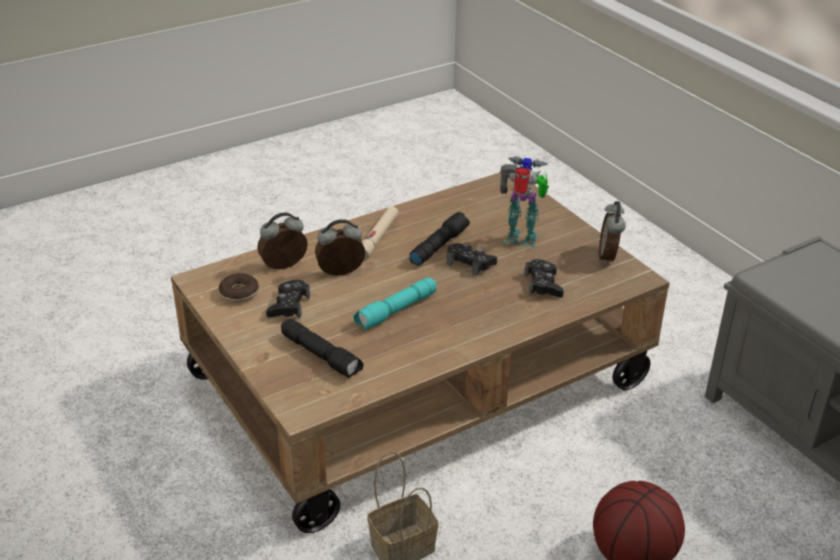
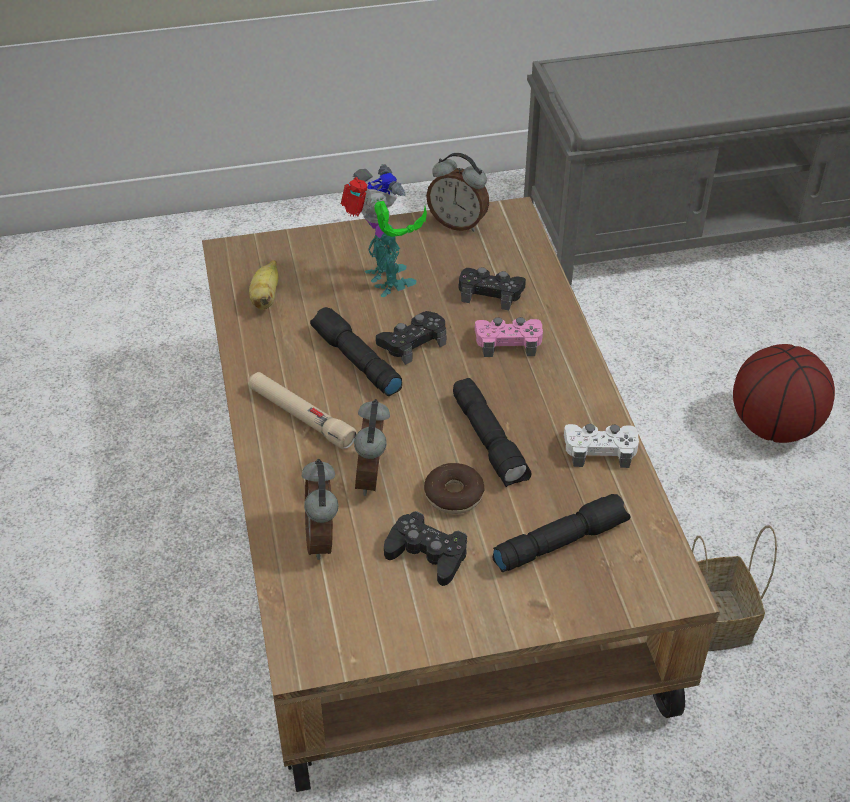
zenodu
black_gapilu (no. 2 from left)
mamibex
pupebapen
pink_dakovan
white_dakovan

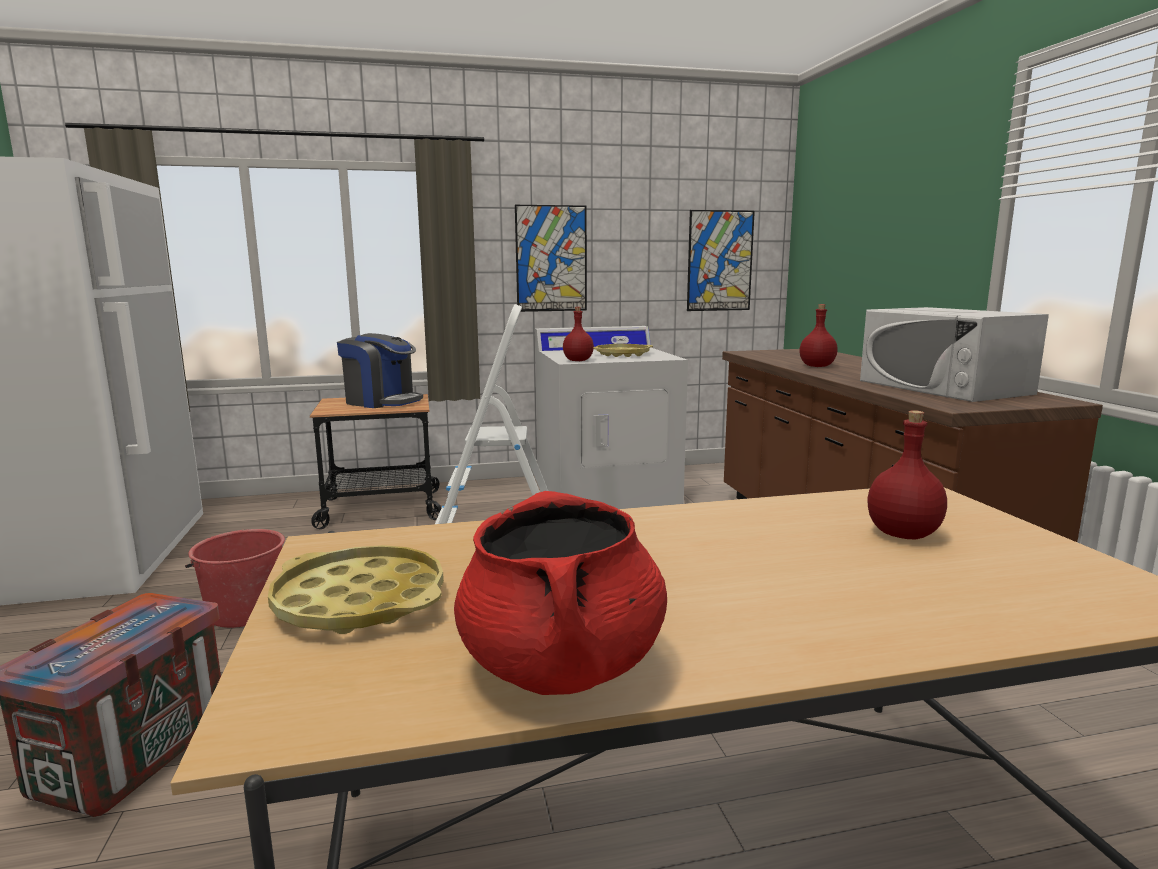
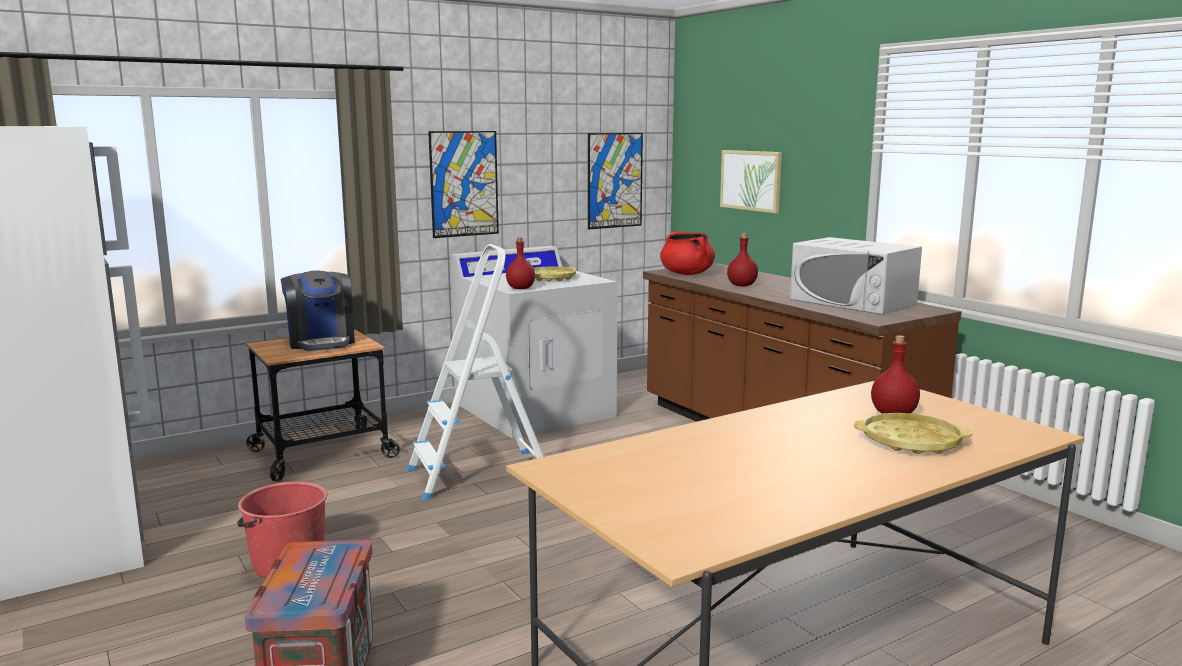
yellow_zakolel (no. 2 from left)
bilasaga
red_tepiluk
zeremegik (no. 3 from left)

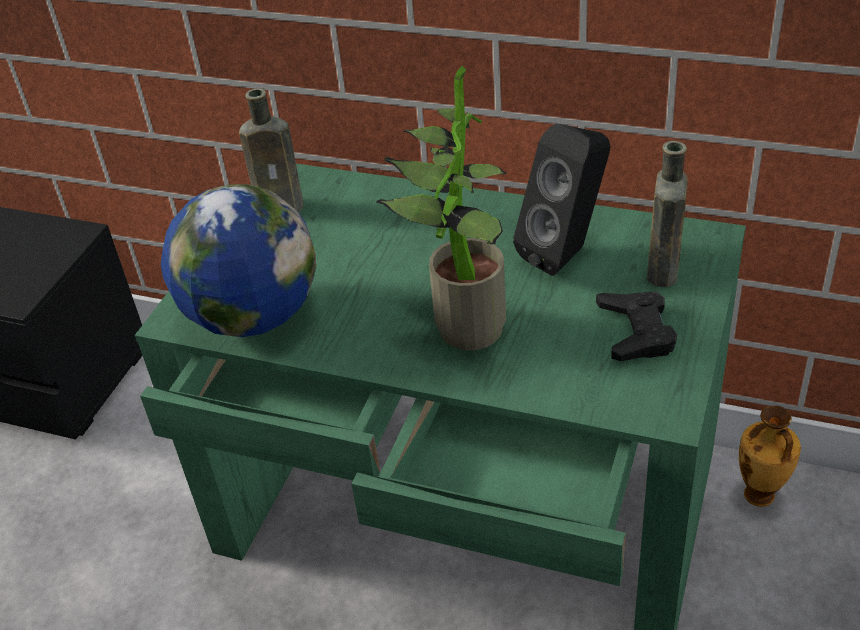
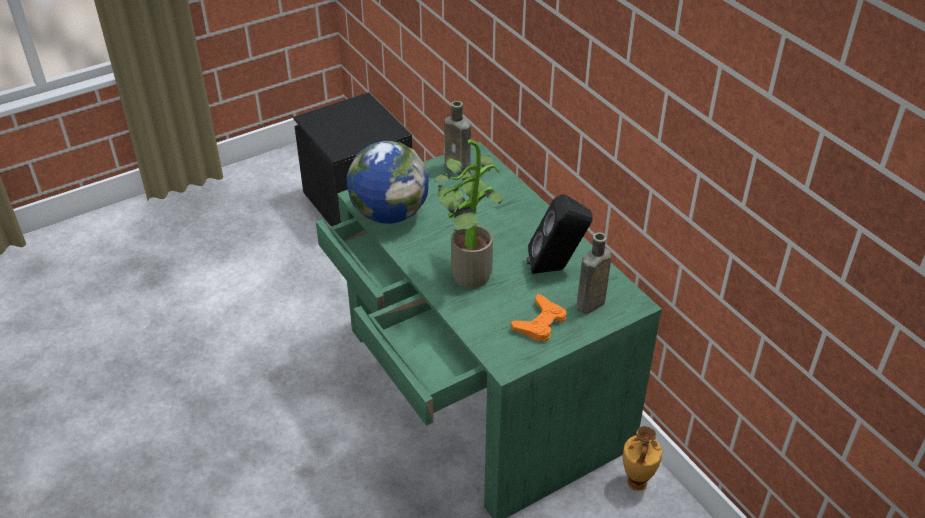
orange_dakovan

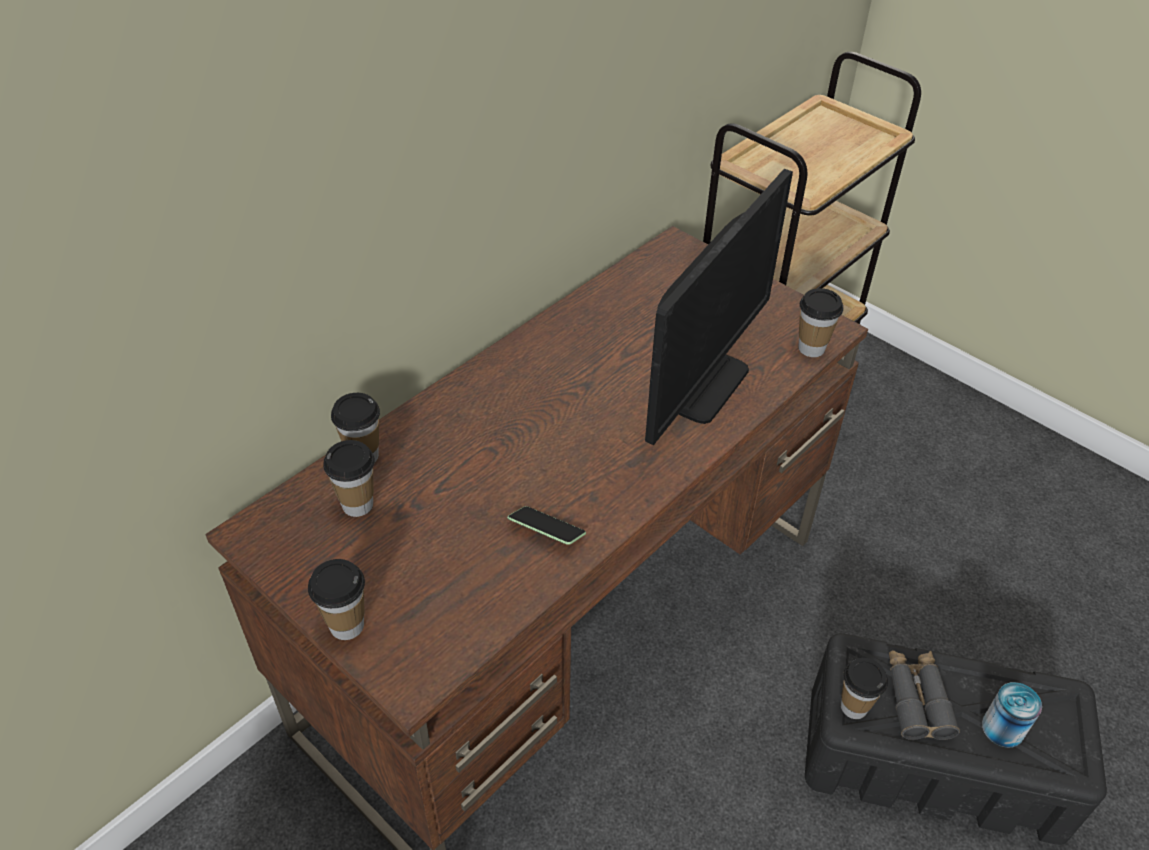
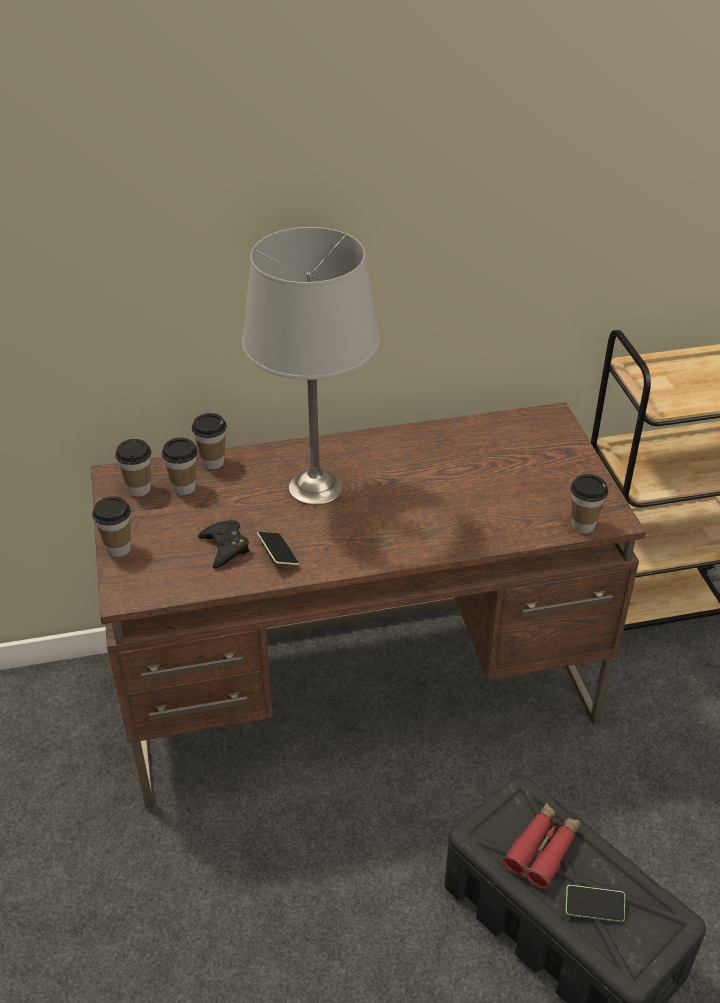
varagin
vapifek (no. 2 from left)
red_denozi
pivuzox (no. 2 from left)
black_dakovan
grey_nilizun

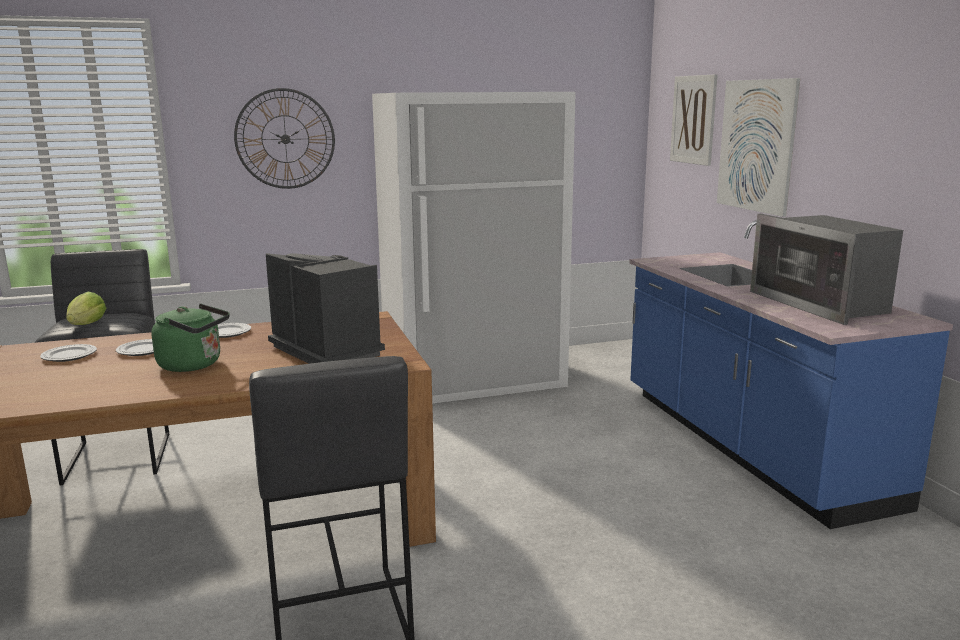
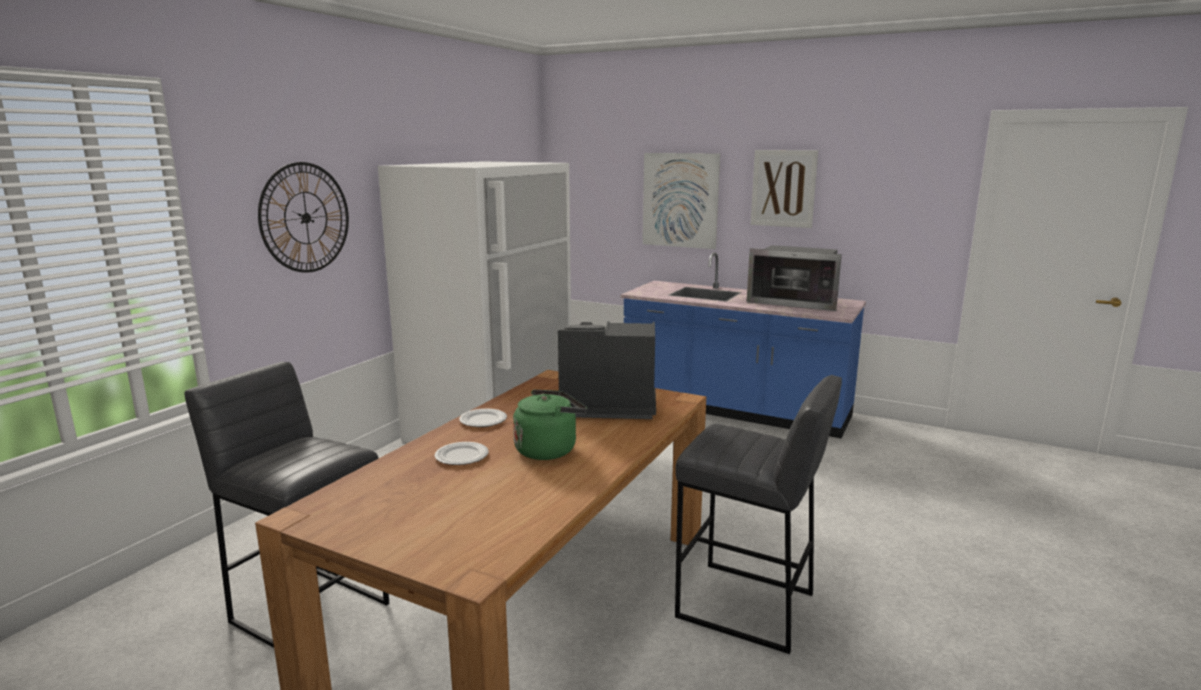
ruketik (no. 1 from left in the first image)
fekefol
zeremegik (no. 2 from left)

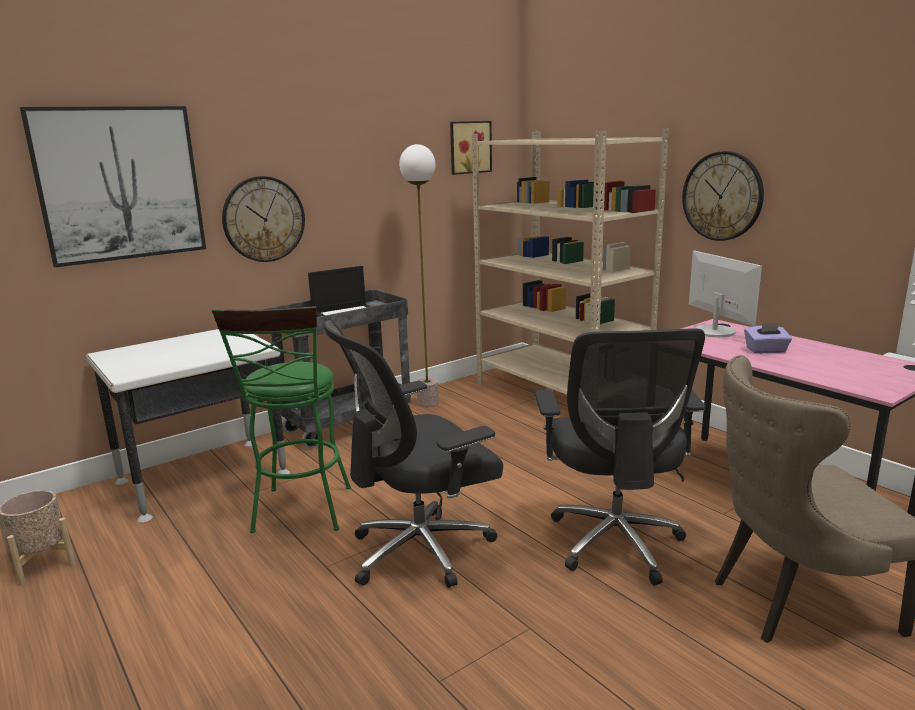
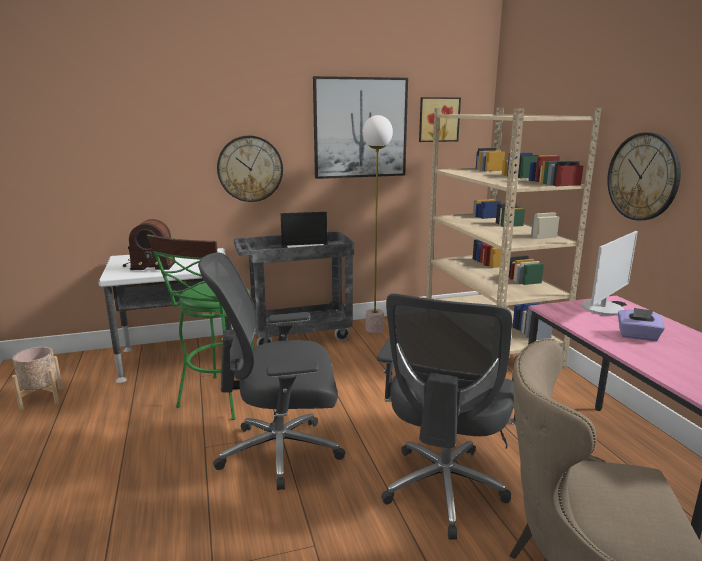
zeremegik (no. 1 from left)
varagin
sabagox

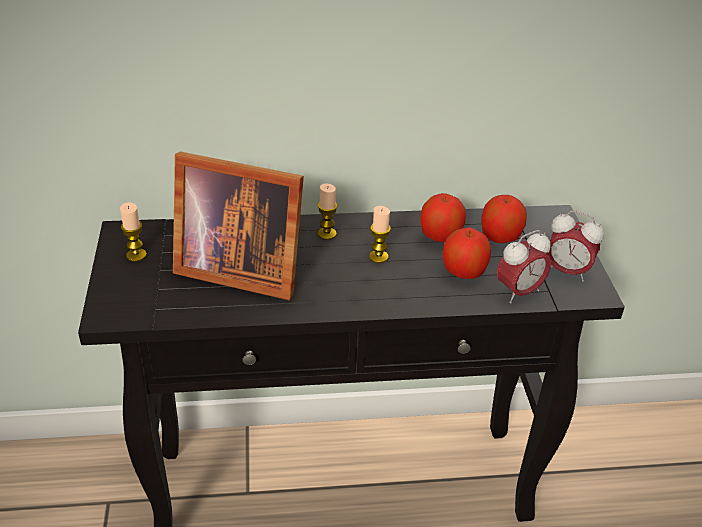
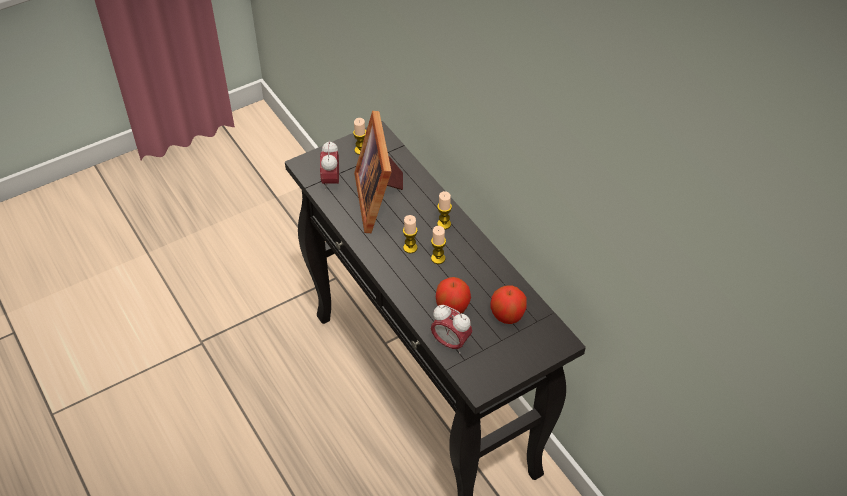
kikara (no. 1 from left in the first image)
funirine (no. 1 from left)
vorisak (no. 2 from left)

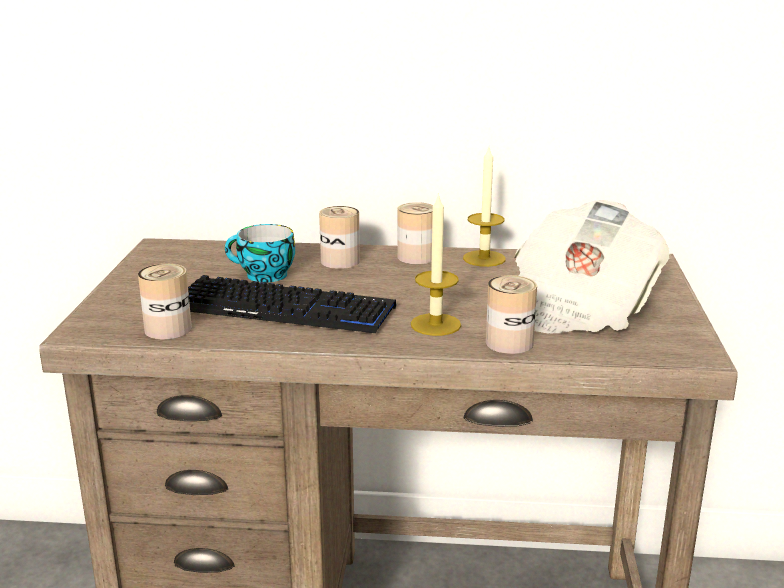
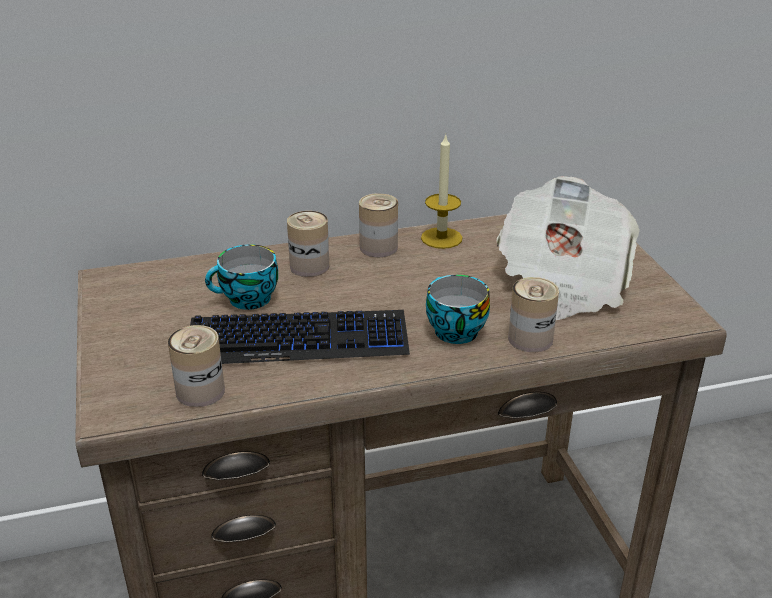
vapifek (no. 2 from left)

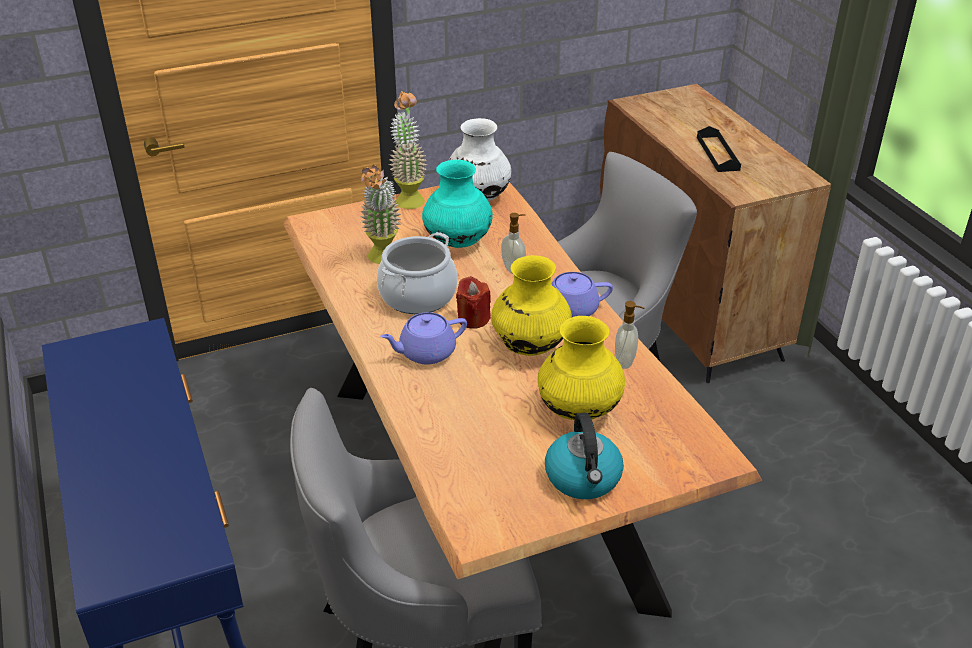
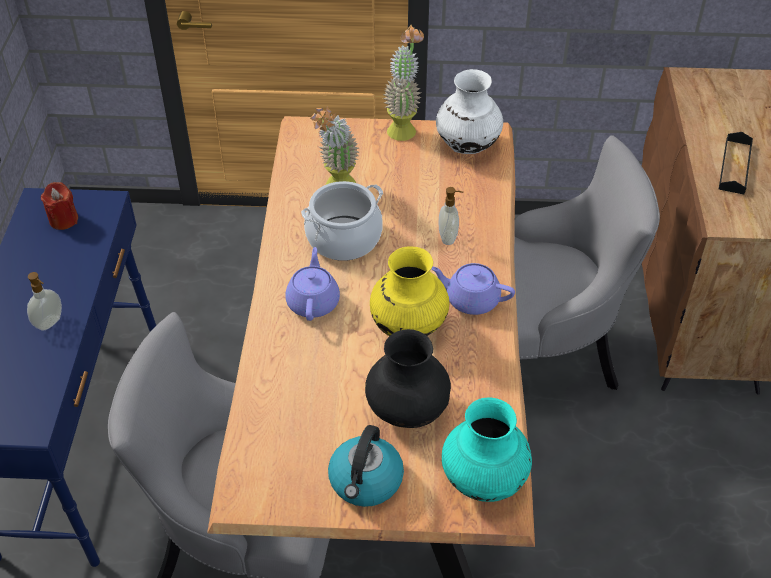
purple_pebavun (no. 1 from left)
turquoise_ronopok
red_vorisak
black_ronopok
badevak (no. 1 from left)

